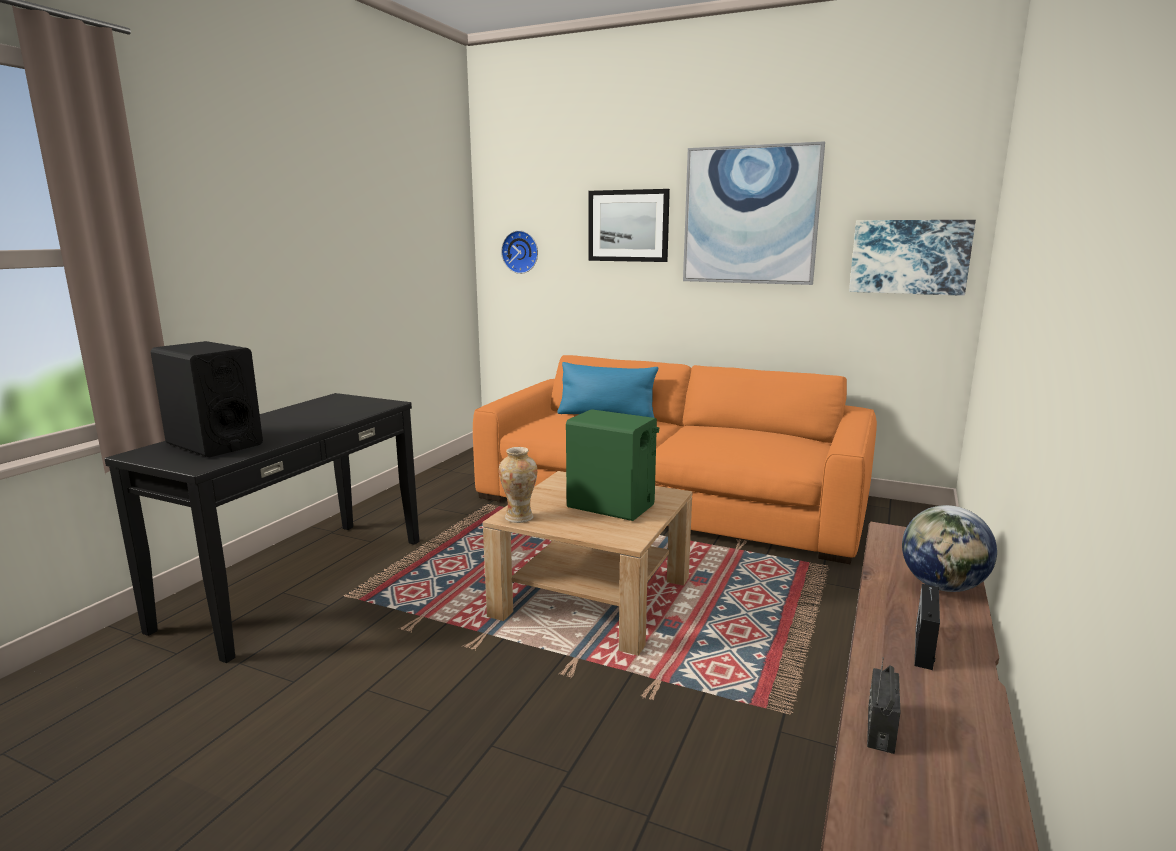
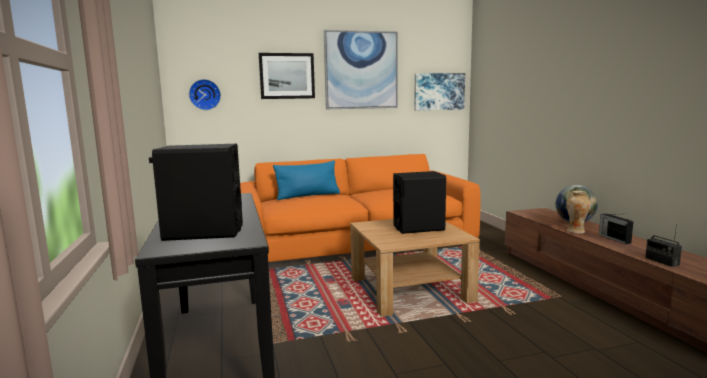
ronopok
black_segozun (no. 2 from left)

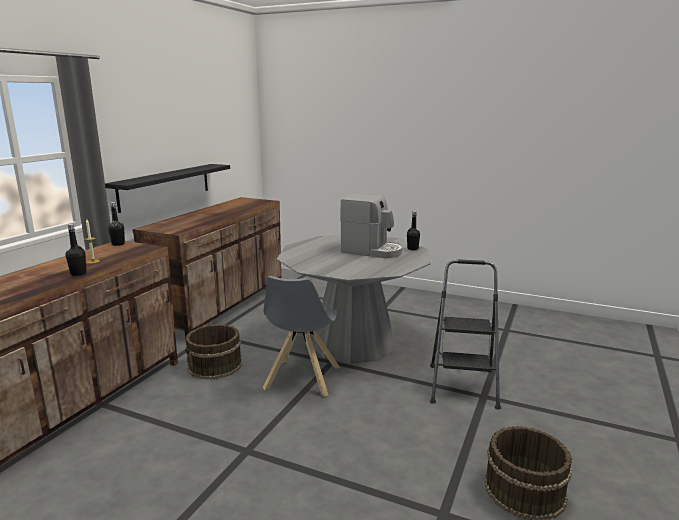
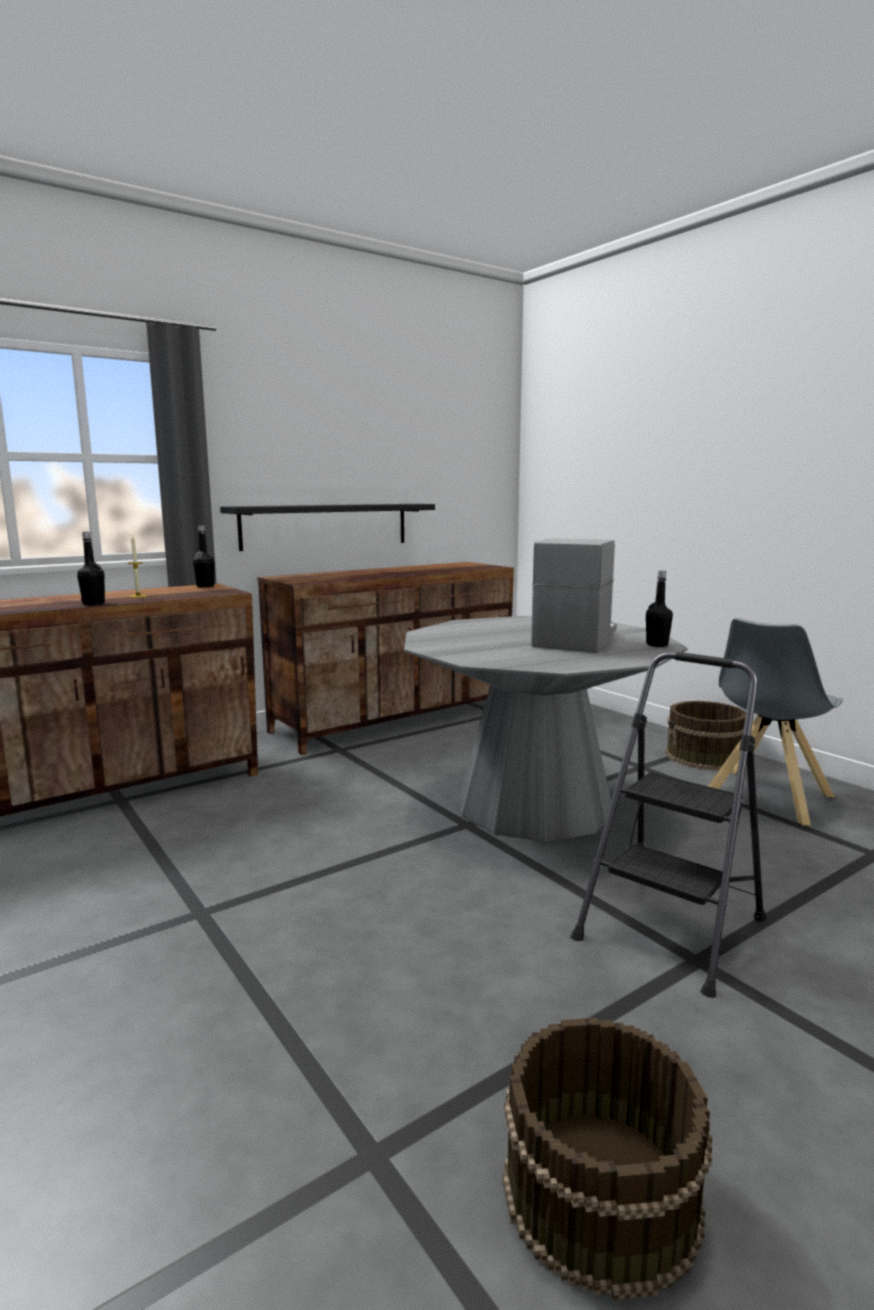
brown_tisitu (no. 2 from left)
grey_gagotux
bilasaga

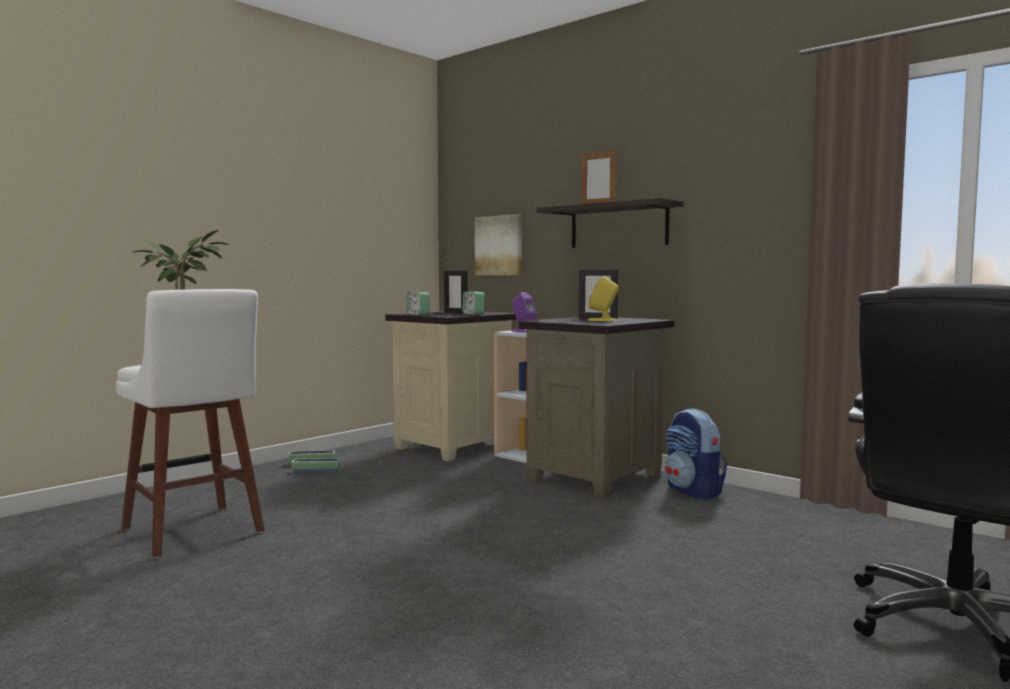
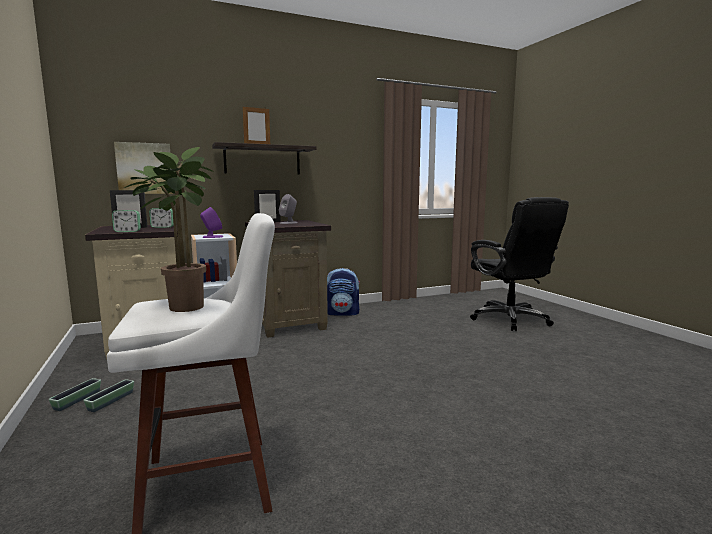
grey_segozun

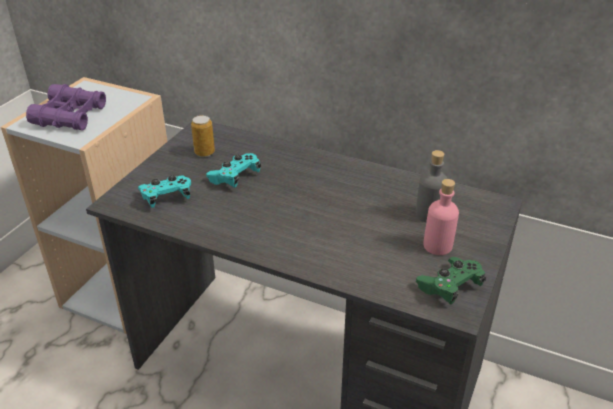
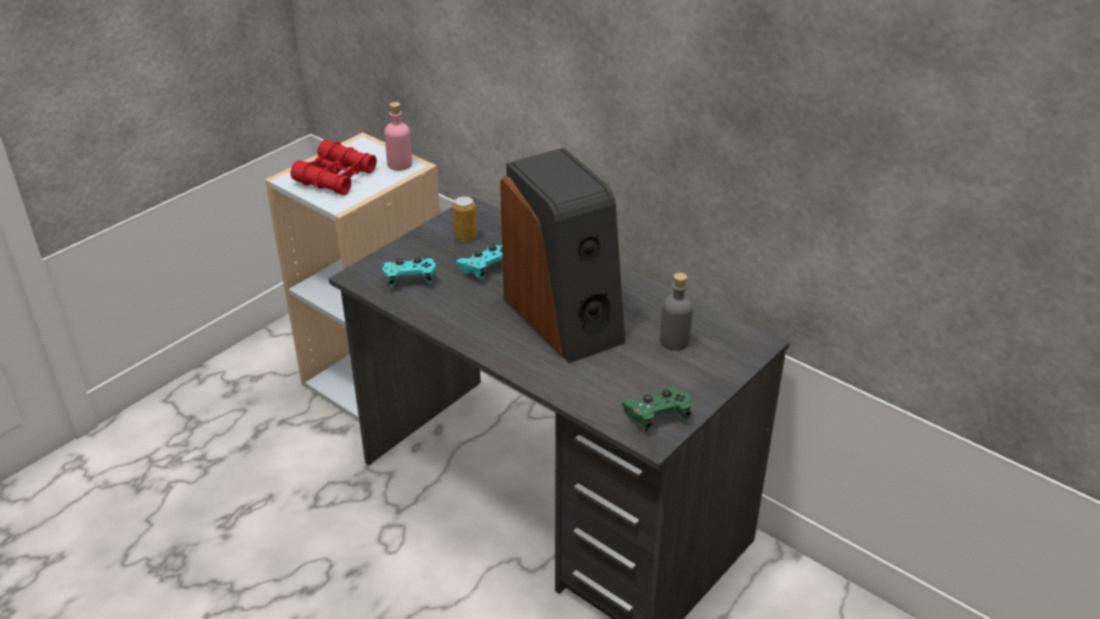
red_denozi
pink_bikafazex
segozun

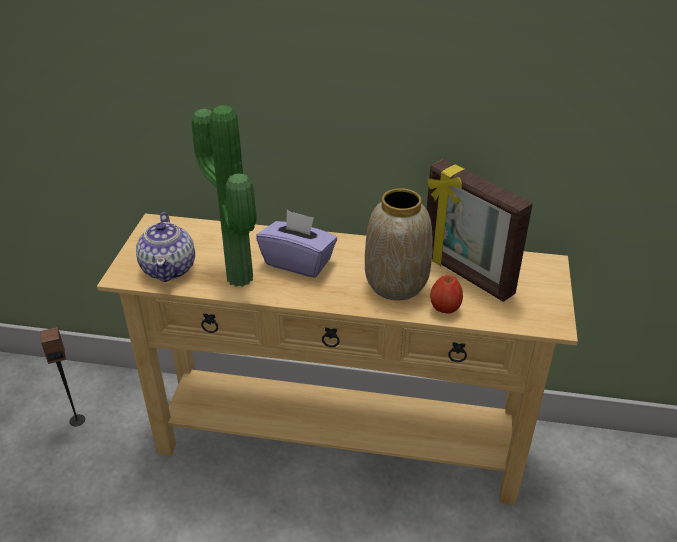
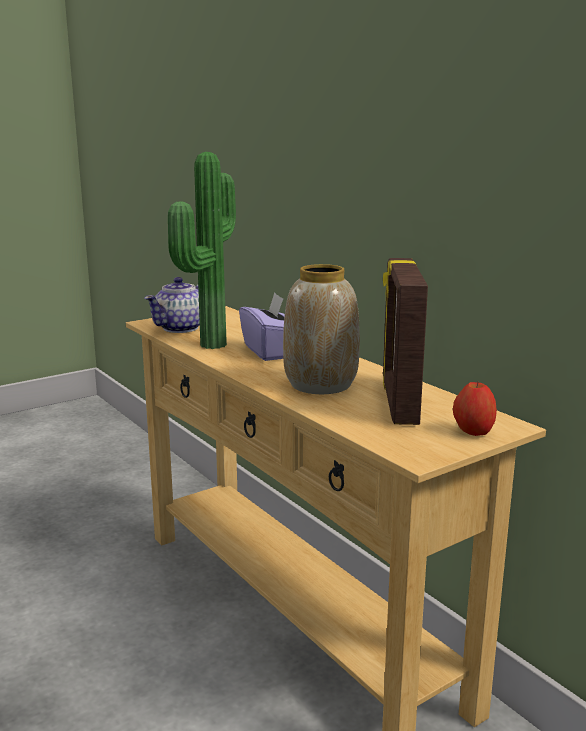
segozun
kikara

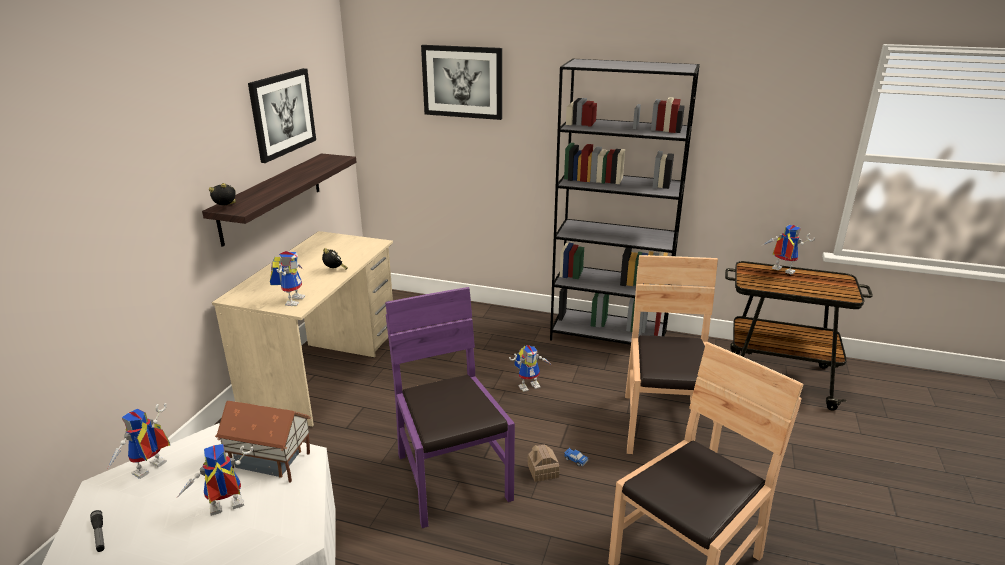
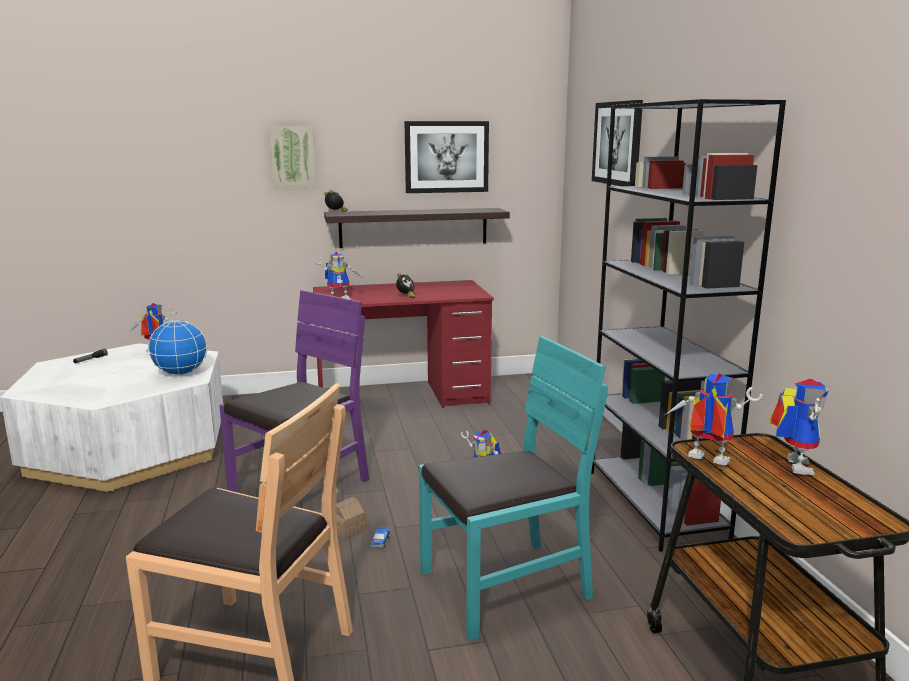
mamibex (no. 4 from left)
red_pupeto
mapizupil
turquoise_gagotux
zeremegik (no. 1 from left)

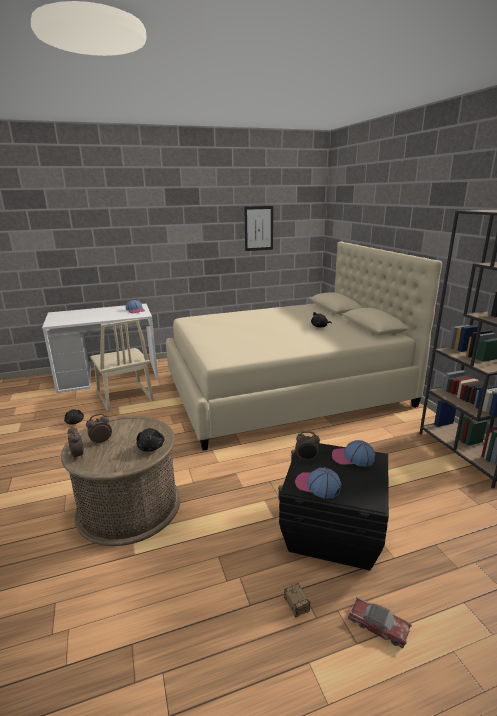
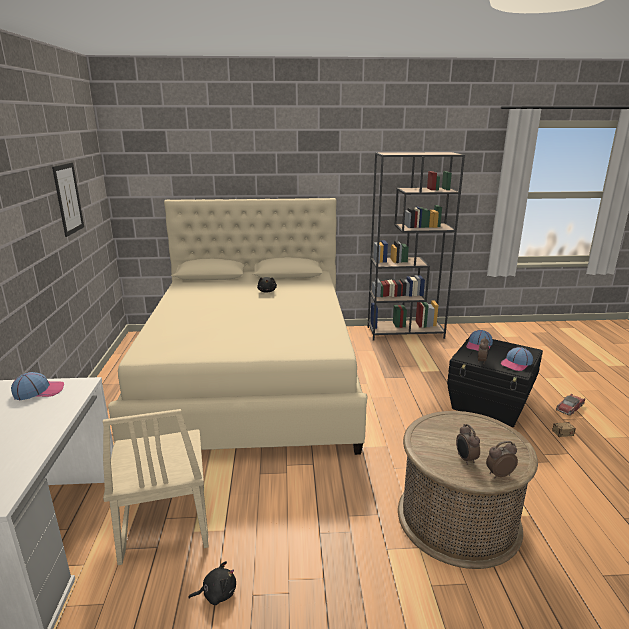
beige_gagotux
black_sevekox (no. 2 from left in the first image)

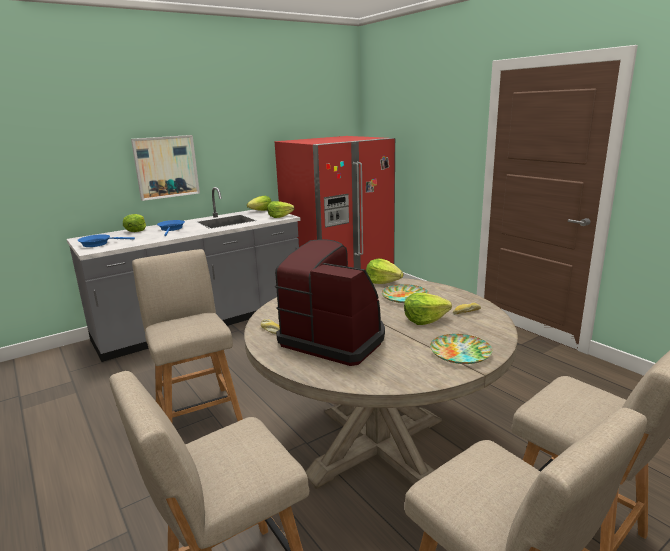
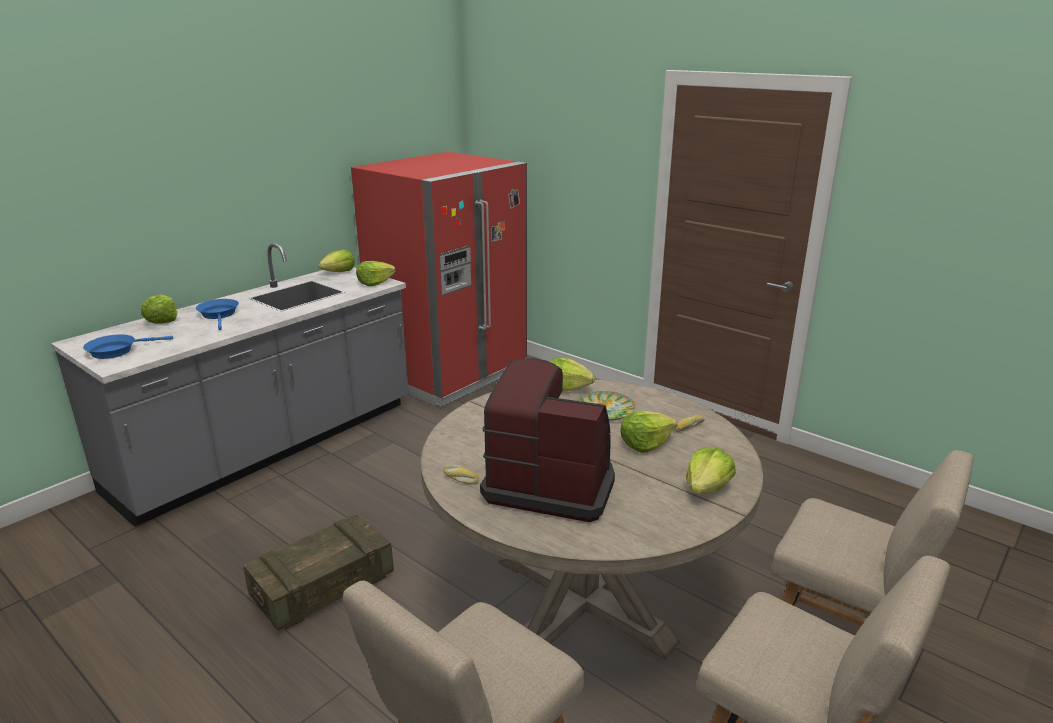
zeremegik
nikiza
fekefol (no. 6 from left)

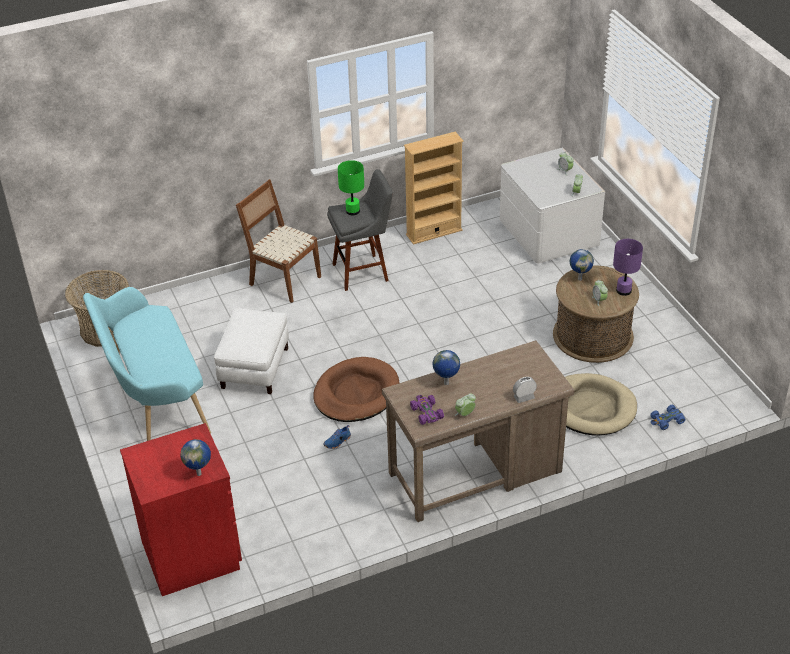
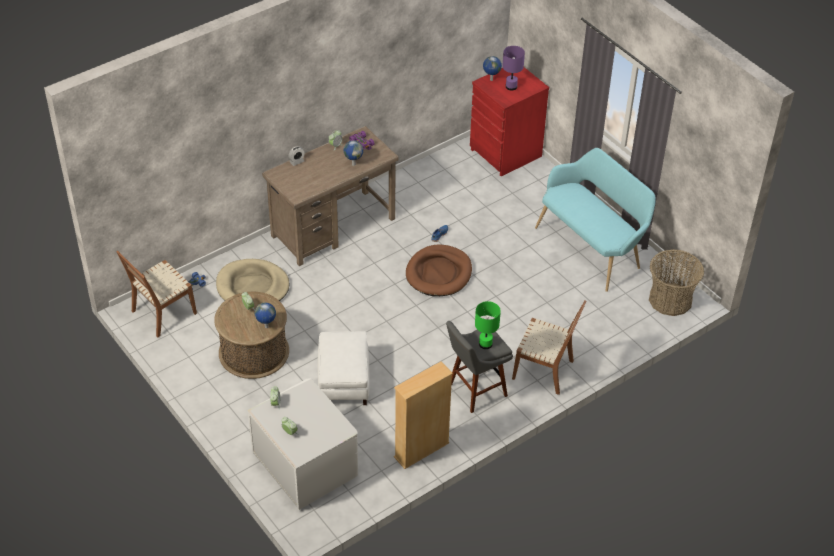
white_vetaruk
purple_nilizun
gagotux (no. 1 from left)

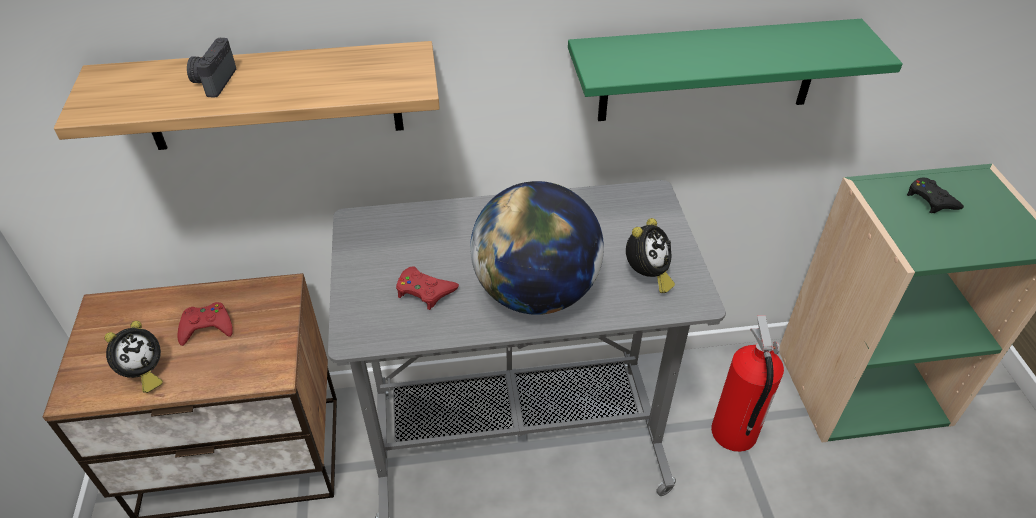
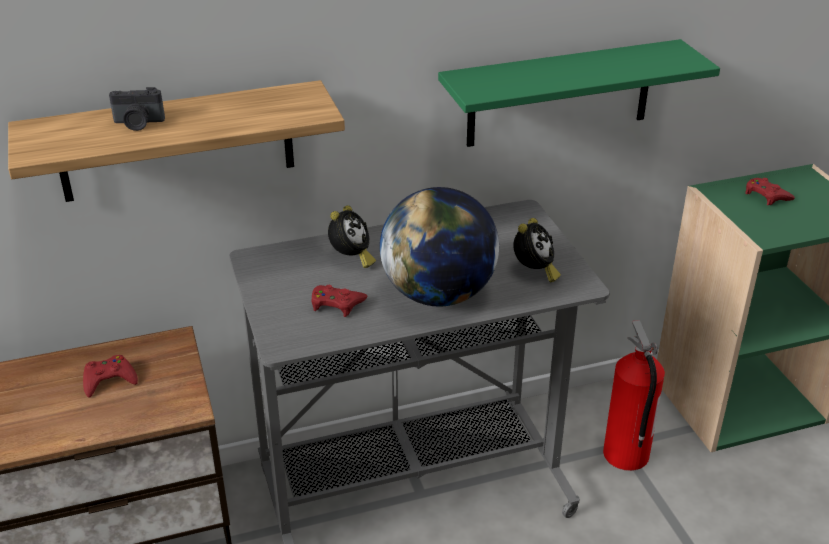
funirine (no. 1 from left)
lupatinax
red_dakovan (no. 3 from left)

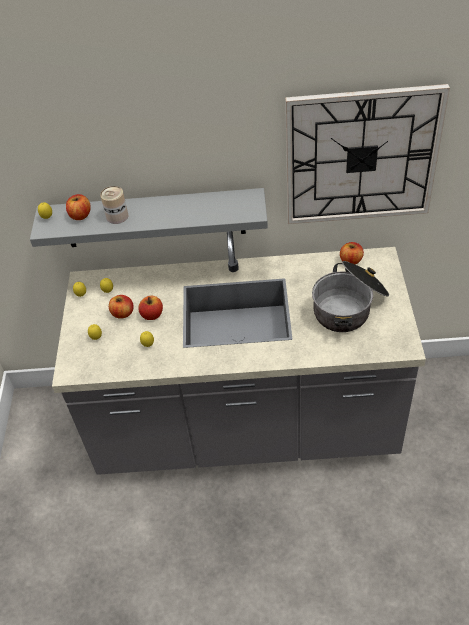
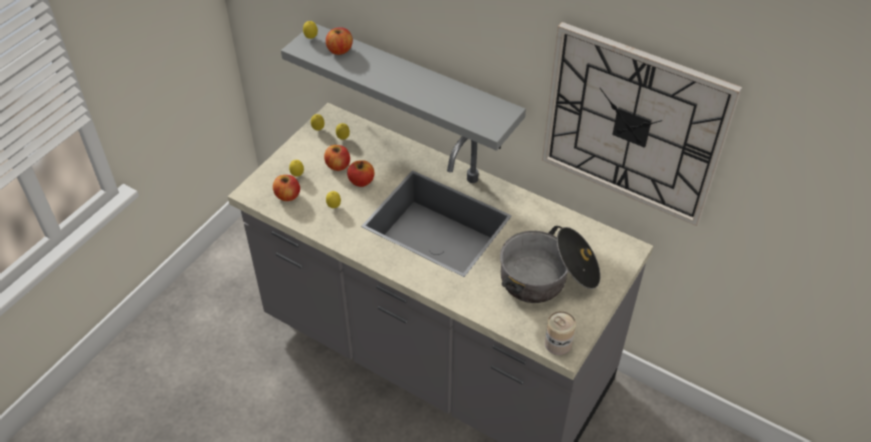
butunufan
kikara (no. 1 from left)

